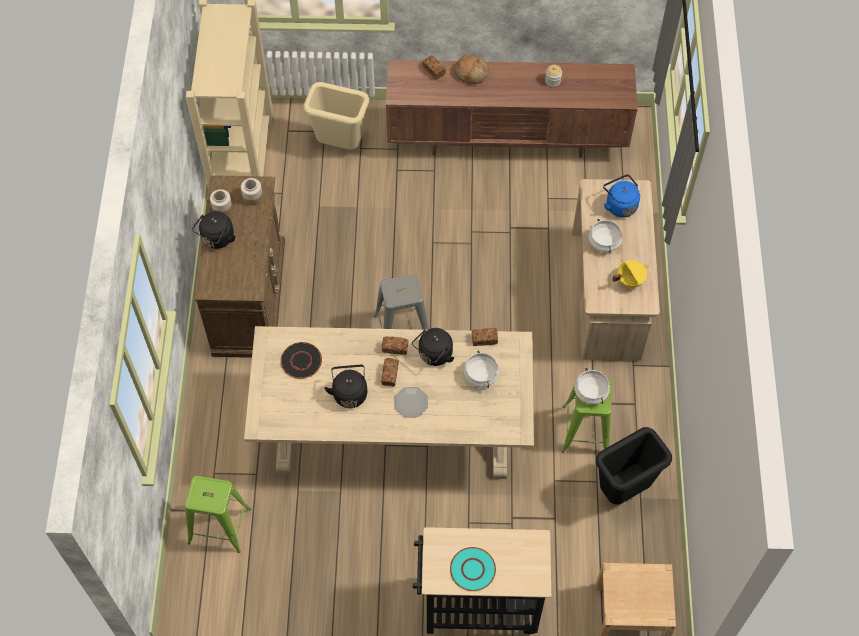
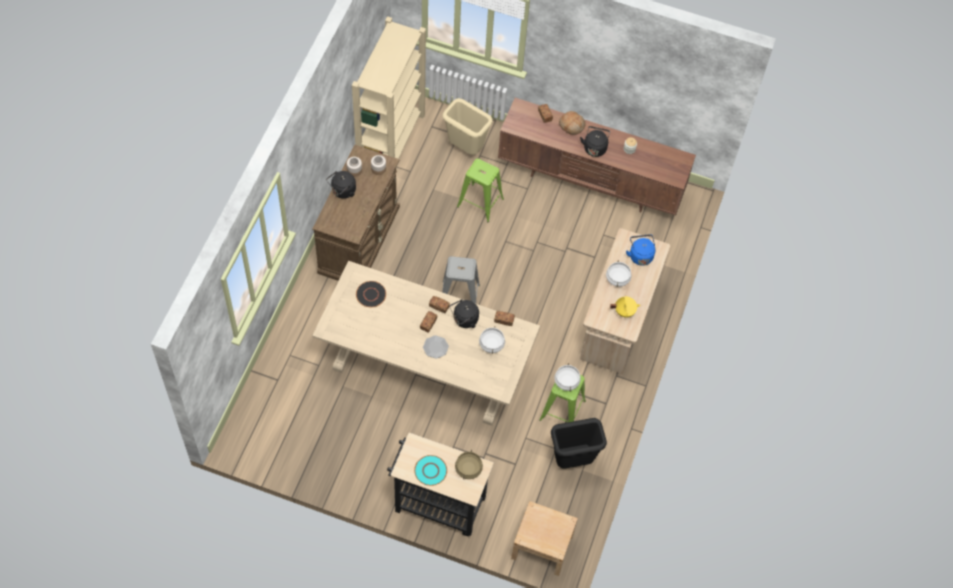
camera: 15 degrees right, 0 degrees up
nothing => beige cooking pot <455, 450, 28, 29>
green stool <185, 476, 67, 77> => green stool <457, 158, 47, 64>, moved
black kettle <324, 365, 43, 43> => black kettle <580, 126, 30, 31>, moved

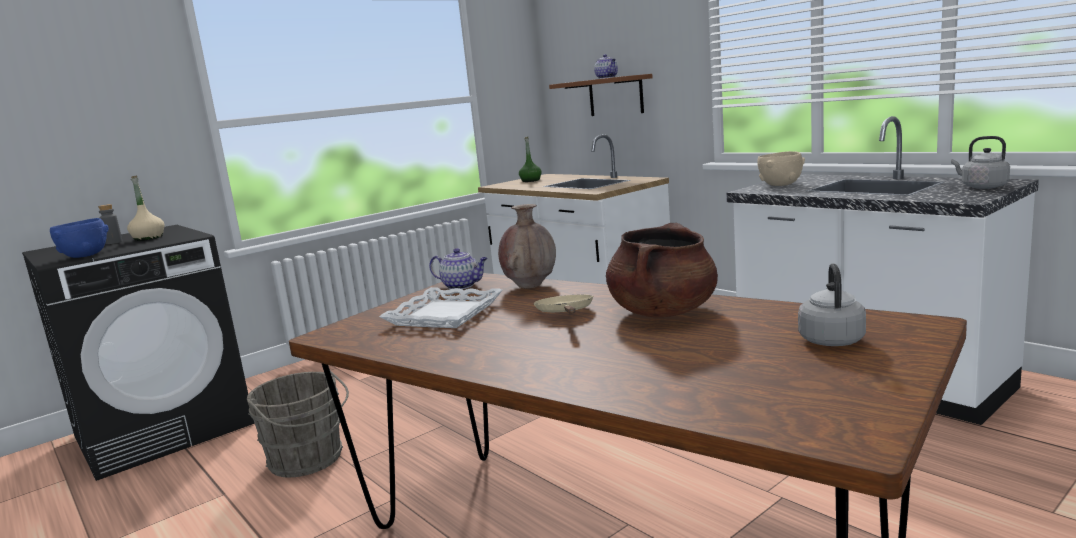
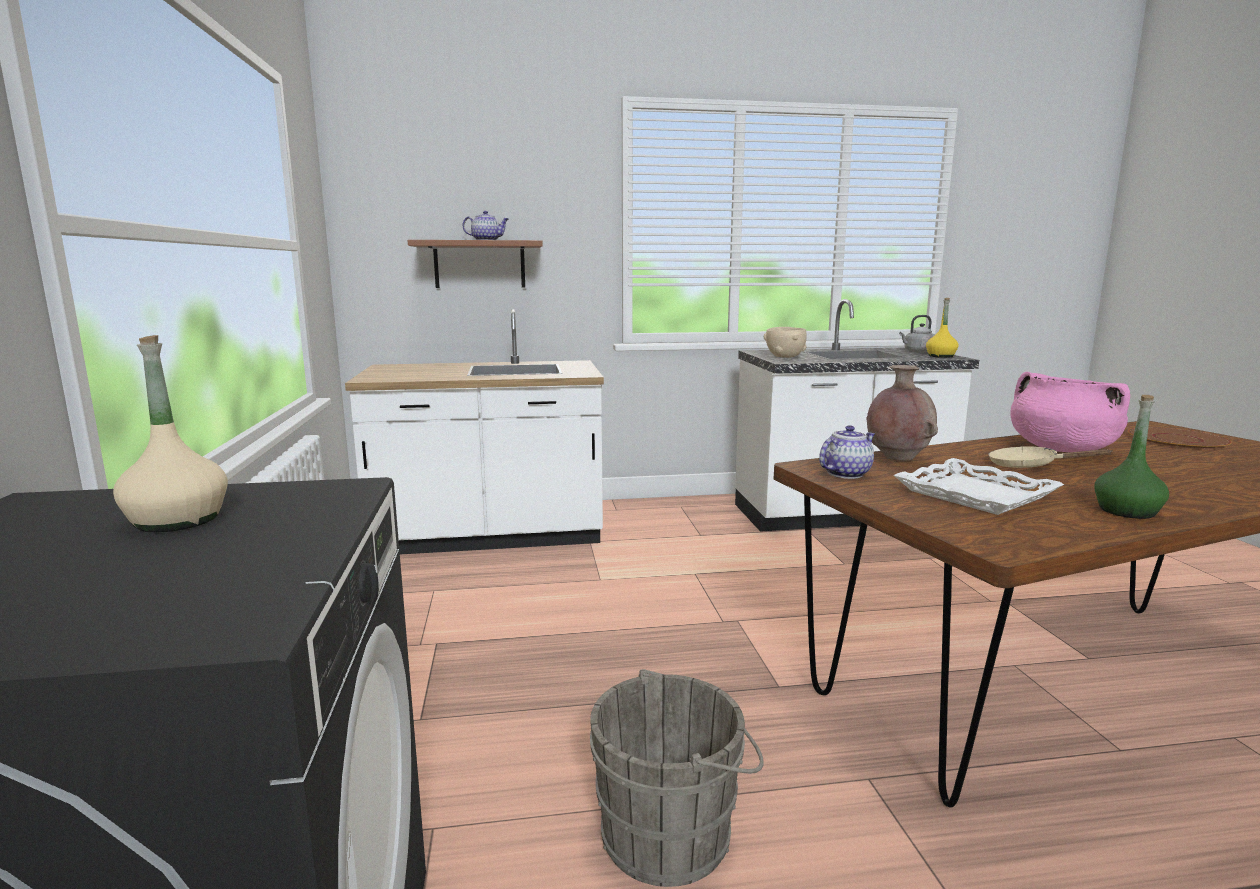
camera: 60 degrees left, 0 degrees up
nothing => yellow bottle <926, 298, 33, 60>
brown cooking pot <606, 223, 112, 94> => pink cooking pot <1010, 372, 120, 80>
green bottle <519, 137, 23, 45> => green bottle <1094, 395, 75, 124>, moved
grey kettle <798, 263, 68, 83> => brown plate <1128, 427, 104, 23>
blue bowl <50, 218, 59, 40> => nothing
grey bottle <98, 204, 24, 40> => nothing

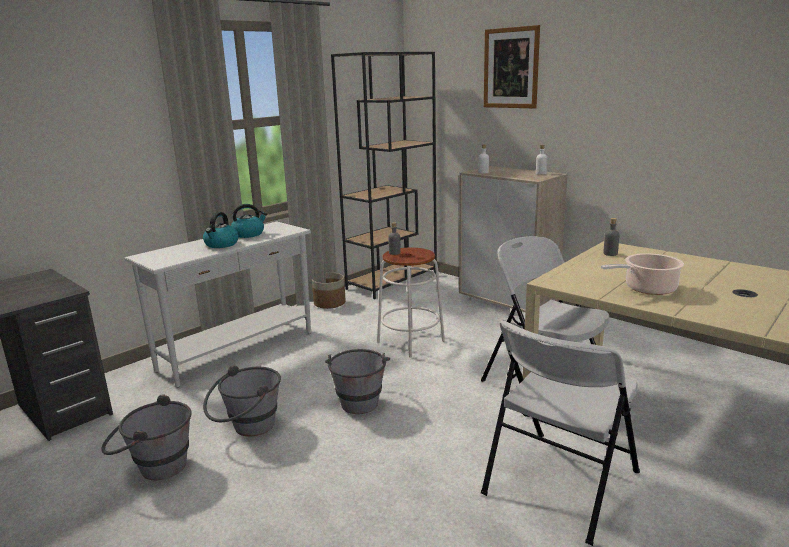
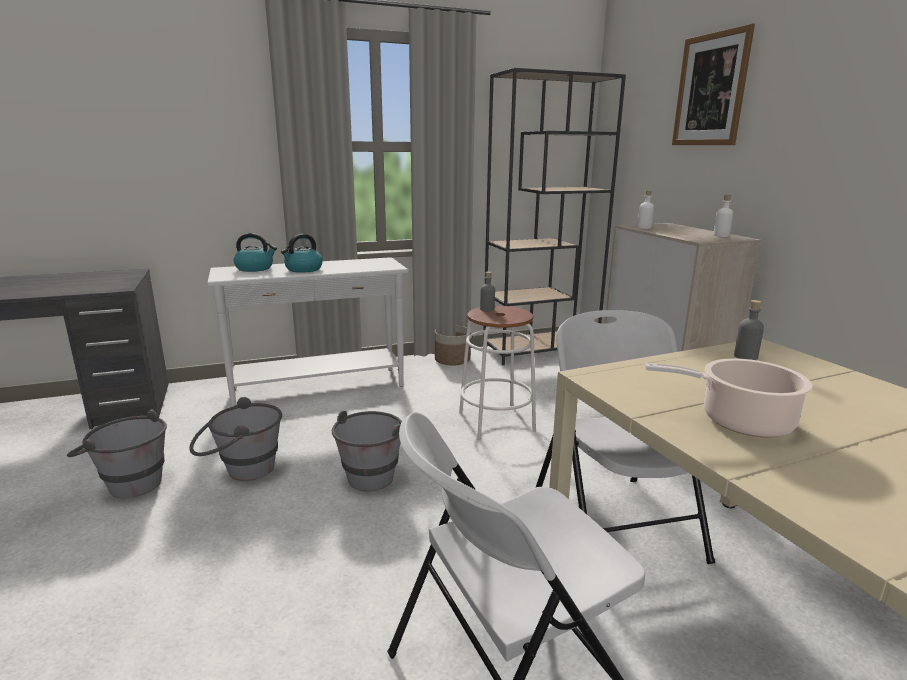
camera: 25 degrees right, 0 degrees up
kettle <231, 204, 36, 34> => kettle <234, 233, 43, 39>, moved

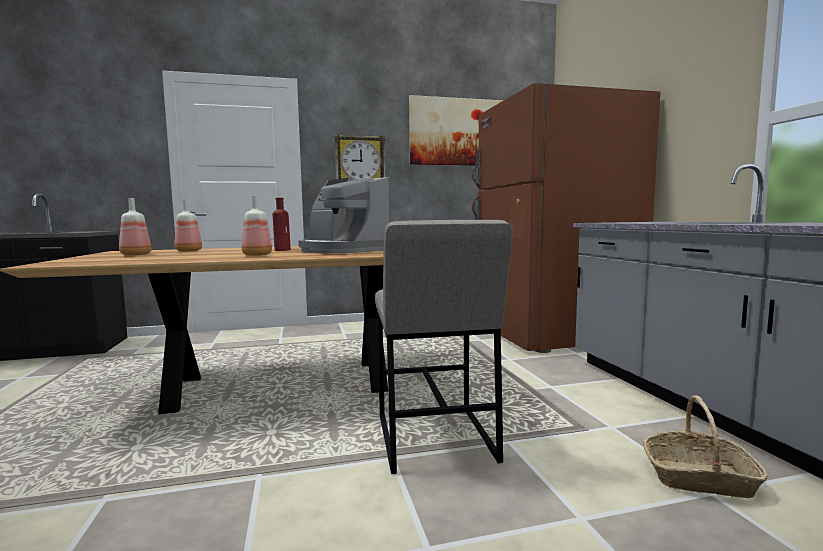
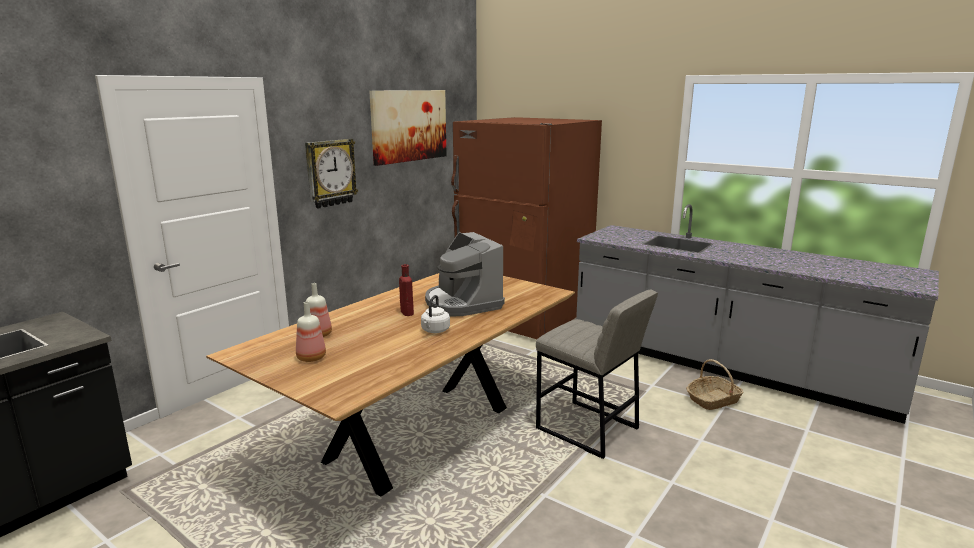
camera: 40 degrees left, 10 degrees up
bottle <242, 195, 30, 61> => white kettle <421, 295, 29, 38>
coffee machine <298, 177, 91, 77> => coffee machine <425, 232, 80, 84>, 60 degrees clockwise

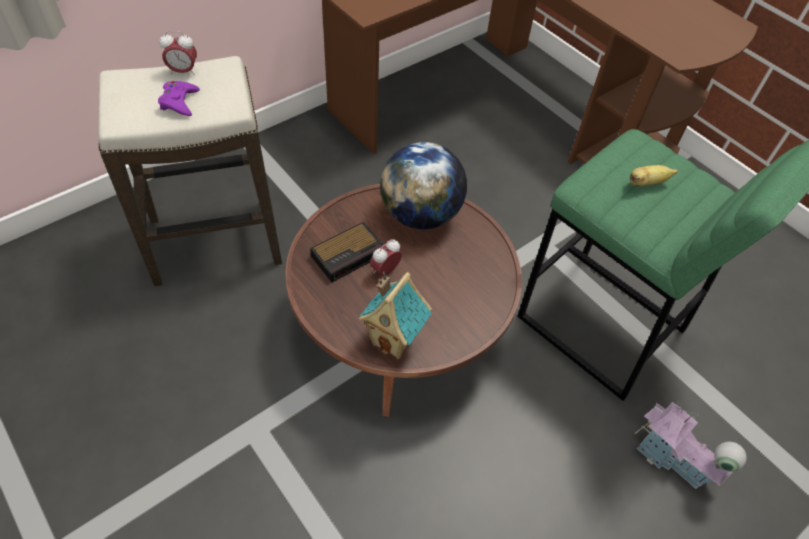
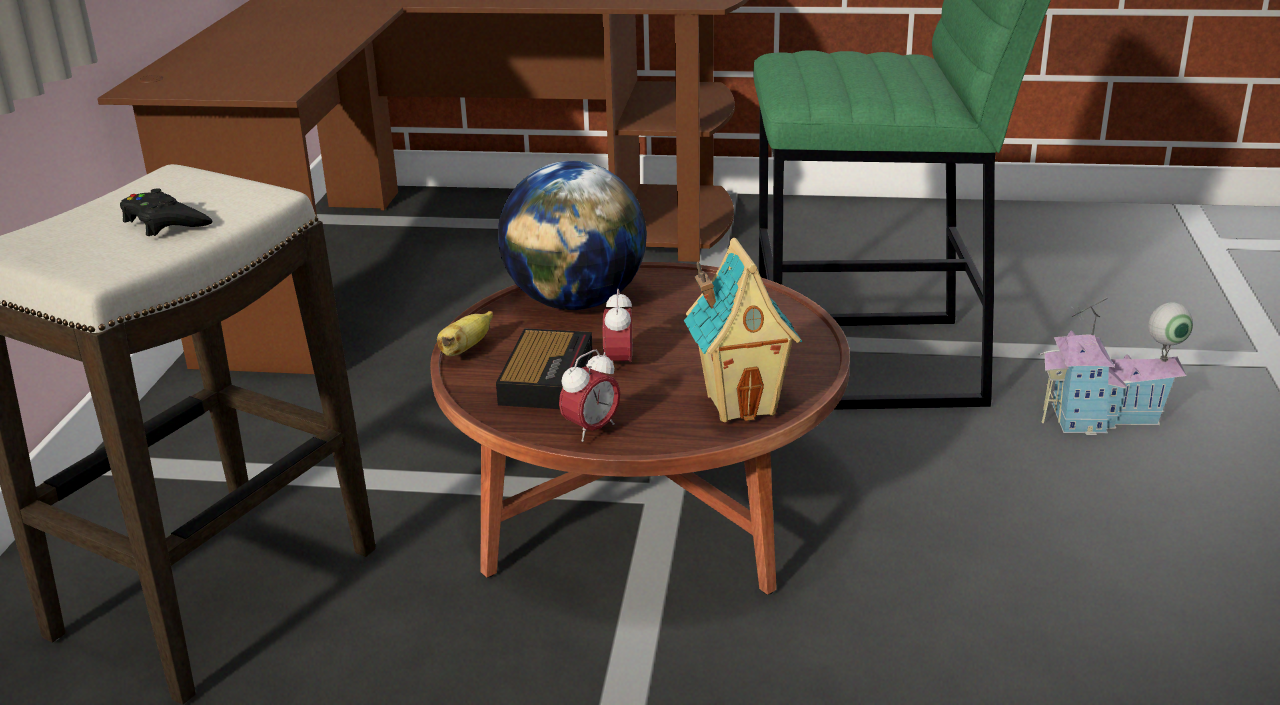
camera: 40 degrees left, 25 degrees down
purple game controller <158, 81, 42, 35> => black game controller <120, 188, 92, 48>
banana <630, 165, 48, 22> => banana <437, 311, 56, 45>, moved
alarm clock <159, 31, 38, 44> => alarm clock <559, 350, 61, 92>, moved

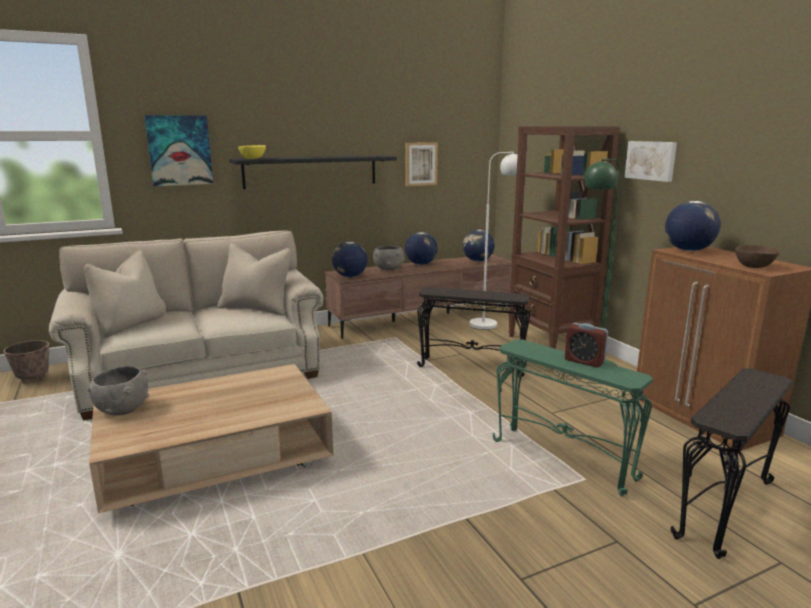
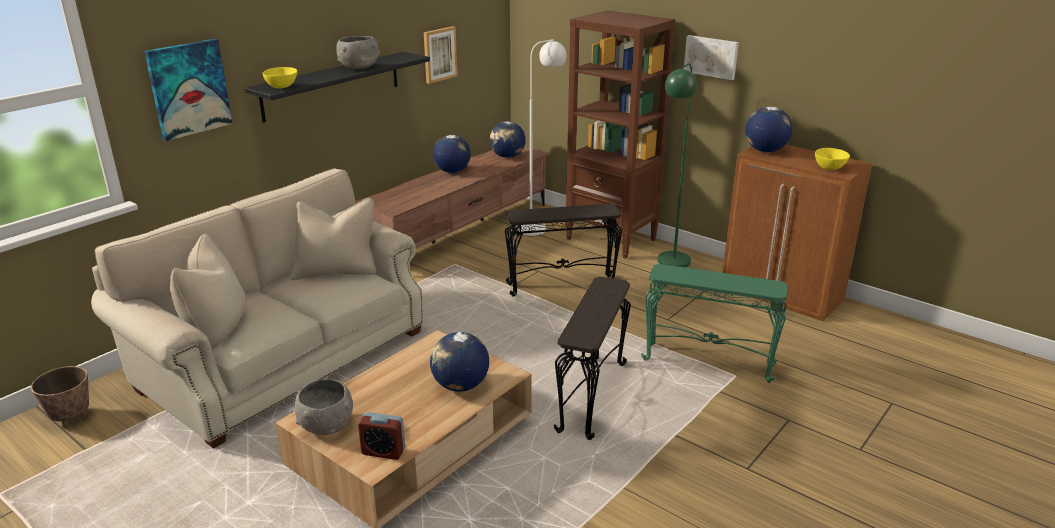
camera: 25 degrees left, 10 degrees up
grey bowl <373, 246, 32, 24> => grey bowl <336, 36, 44, 33>, moved
alarm clock <565, 323, 43, 45> => alarm clock <358, 412, 47, 48>, moved
globe <332, 242, 36, 35> => globe <430, 332, 59, 60>, moved
black side table <671, 369, 121, 190> => black side table <554, 277, 77, 163>, moved
brown bowl <735, 245, 45, 23> => yellow bowl <815, 148, 35, 22>

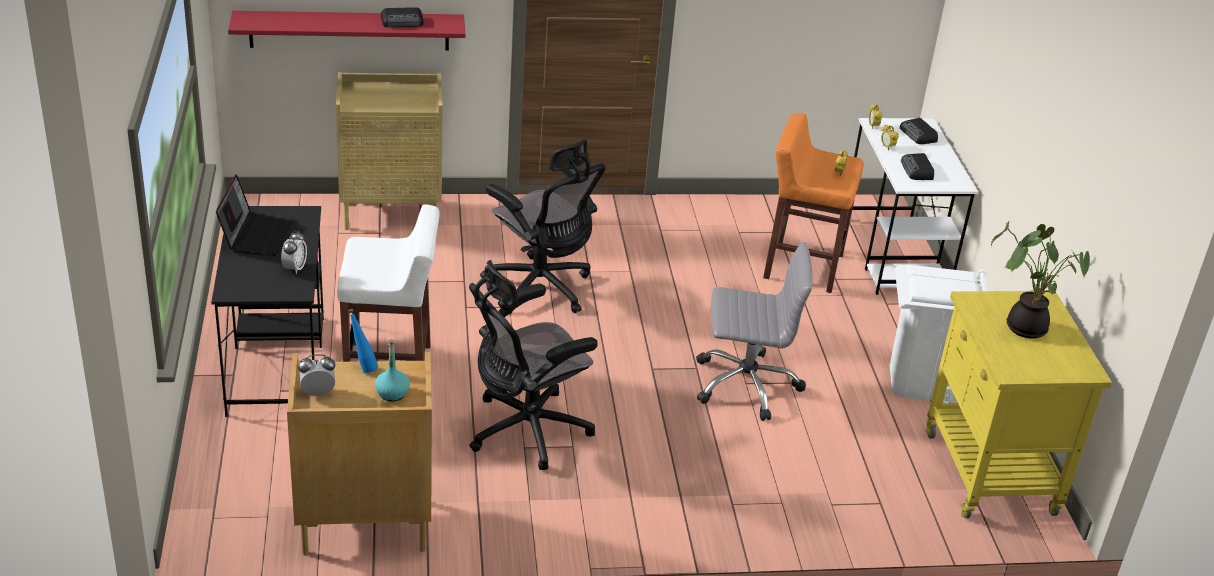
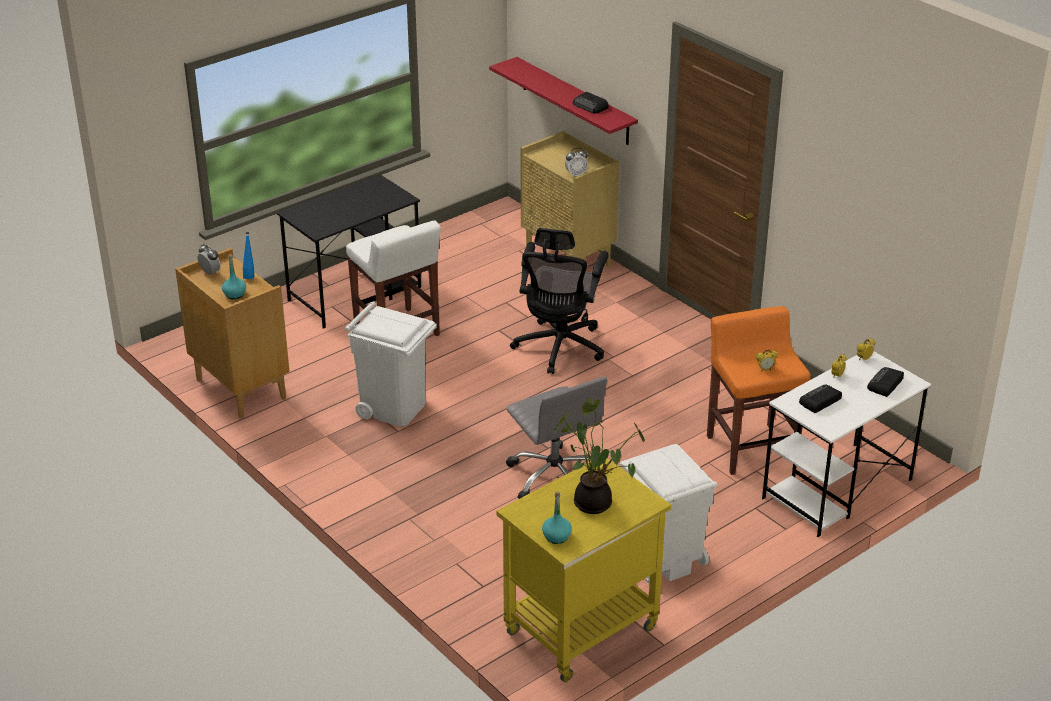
camera: 60 degrees right, 0 degrees up
office chair <469, 260, 129, 210> => white trash can <345, 302, 92, 124>
nothing => turquoise bottle <542, 492, 30, 52>
alarm clock <281, 230, 26, 44> => alarm clock <565, 148, 23, 30>, moved
laptop <216, 174, 79, 82> => nothing

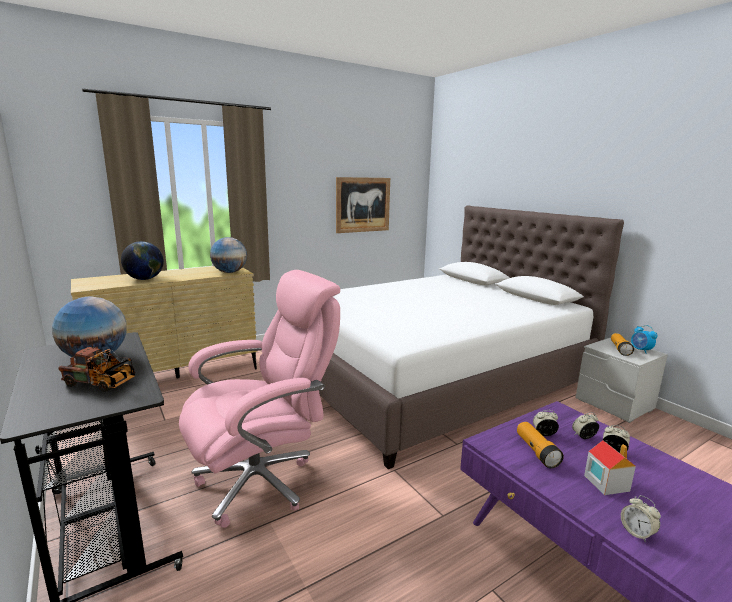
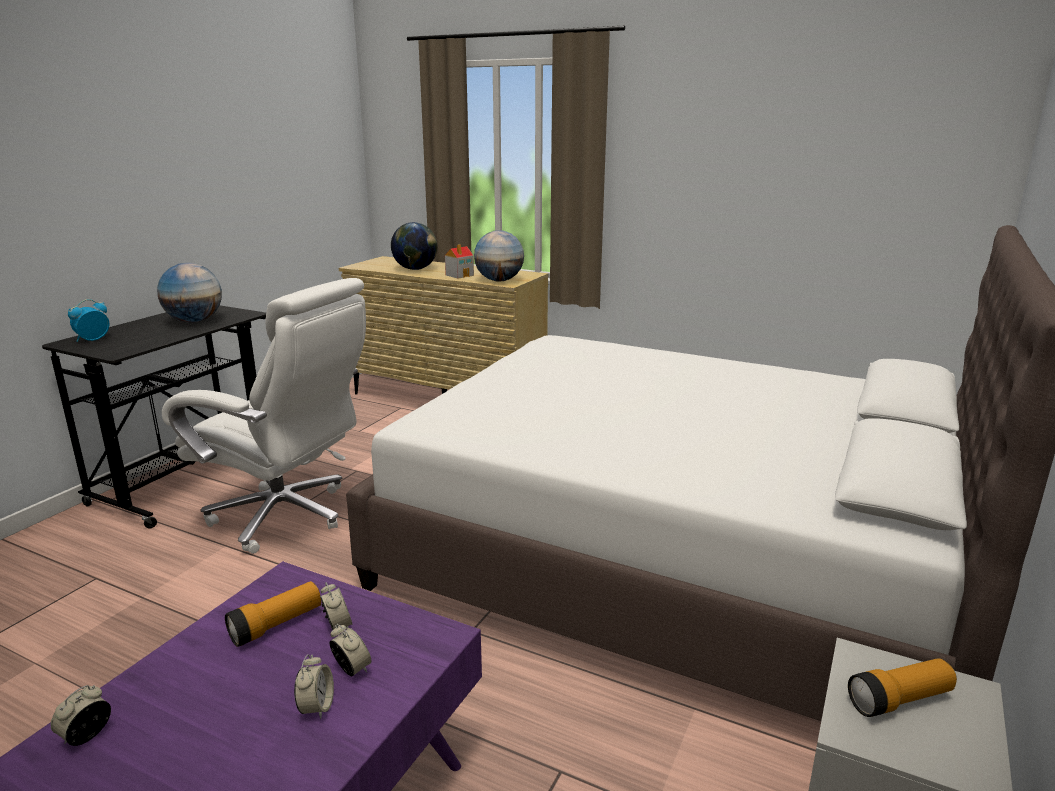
camera: 60 degrees right, 5 degrees up
alarm clock <631, 325, 26, 29> => alarm clock <68, 299, 41, 43>, moved
pink office chair <179, 270, 161, 258> => white office chair <162, 278, 204, 276>
toy house <584, 440, 52, 55> => toy house <445, 244, 29, 35>, moved
toy truck <58, 347, 77, 45> => nothing
picture <336, 177, 54, 56> => nothing

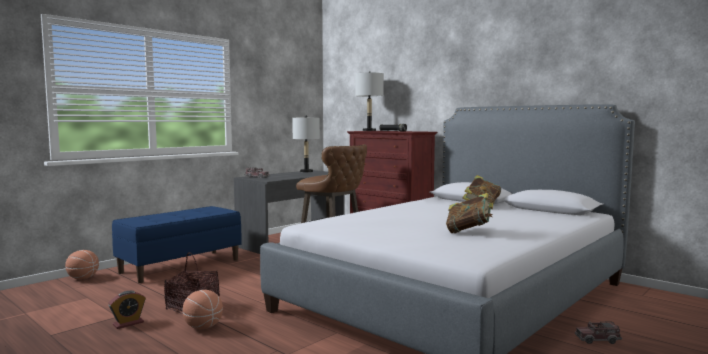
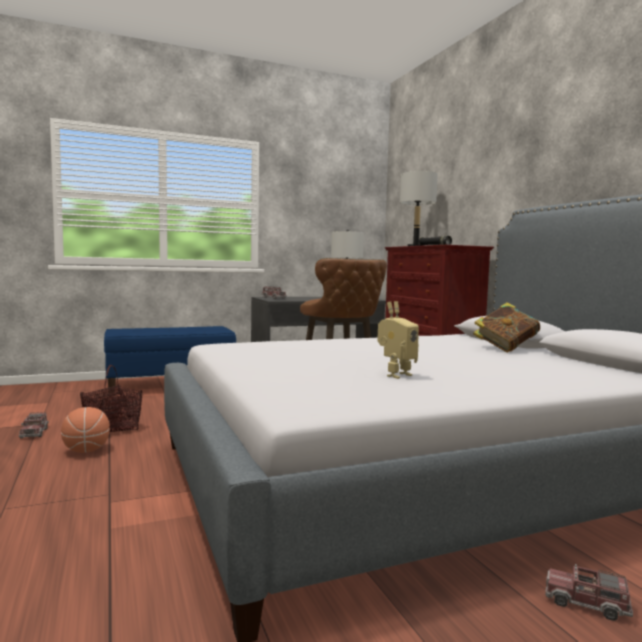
camera: 25 degrees right, 0 degrees up
alarm clock <108, 291, 38, 38> => toy truck <19, 412, 30, 26>
book <446, 193, 47, 40> => toy robot <377, 301, 42, 78>
basketball <65, 250, 34, 29> => nothing

